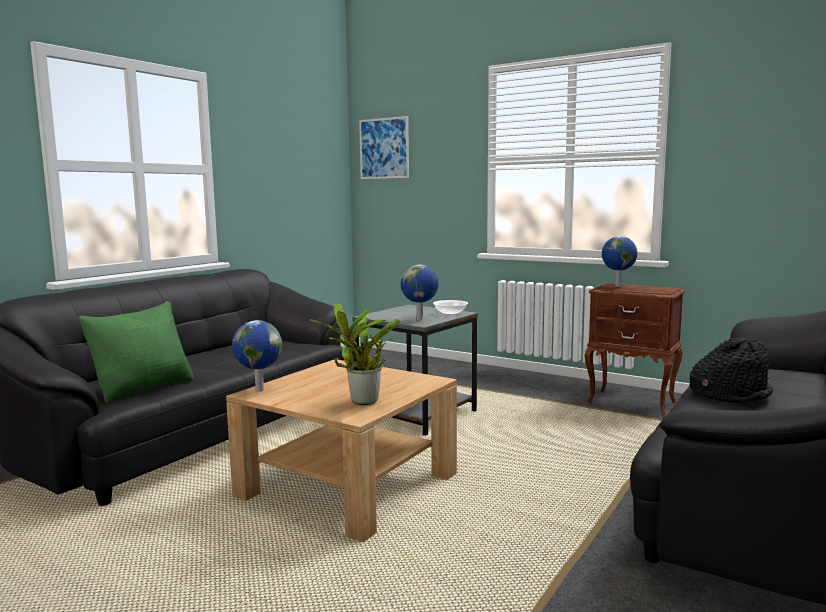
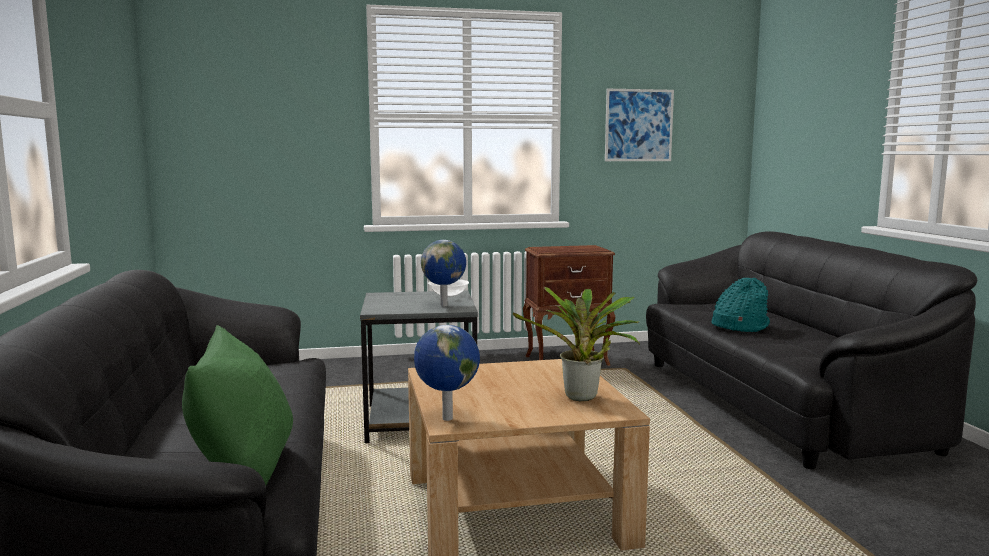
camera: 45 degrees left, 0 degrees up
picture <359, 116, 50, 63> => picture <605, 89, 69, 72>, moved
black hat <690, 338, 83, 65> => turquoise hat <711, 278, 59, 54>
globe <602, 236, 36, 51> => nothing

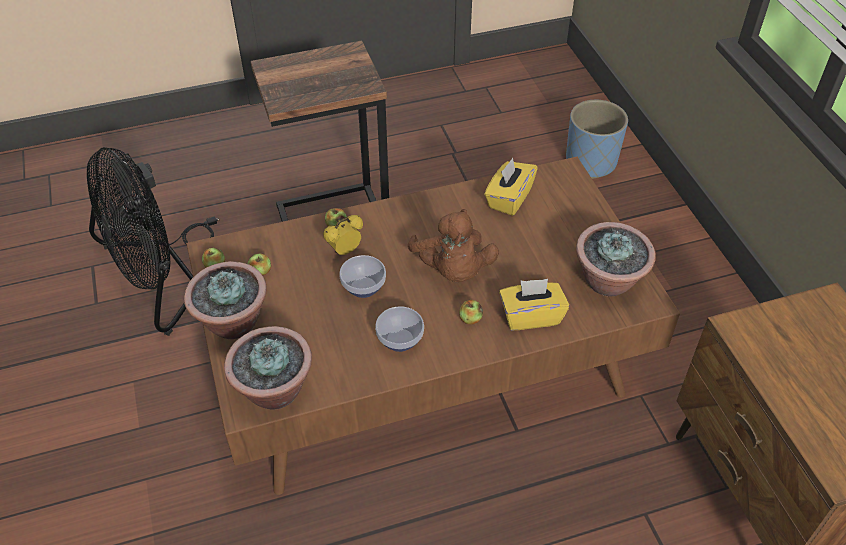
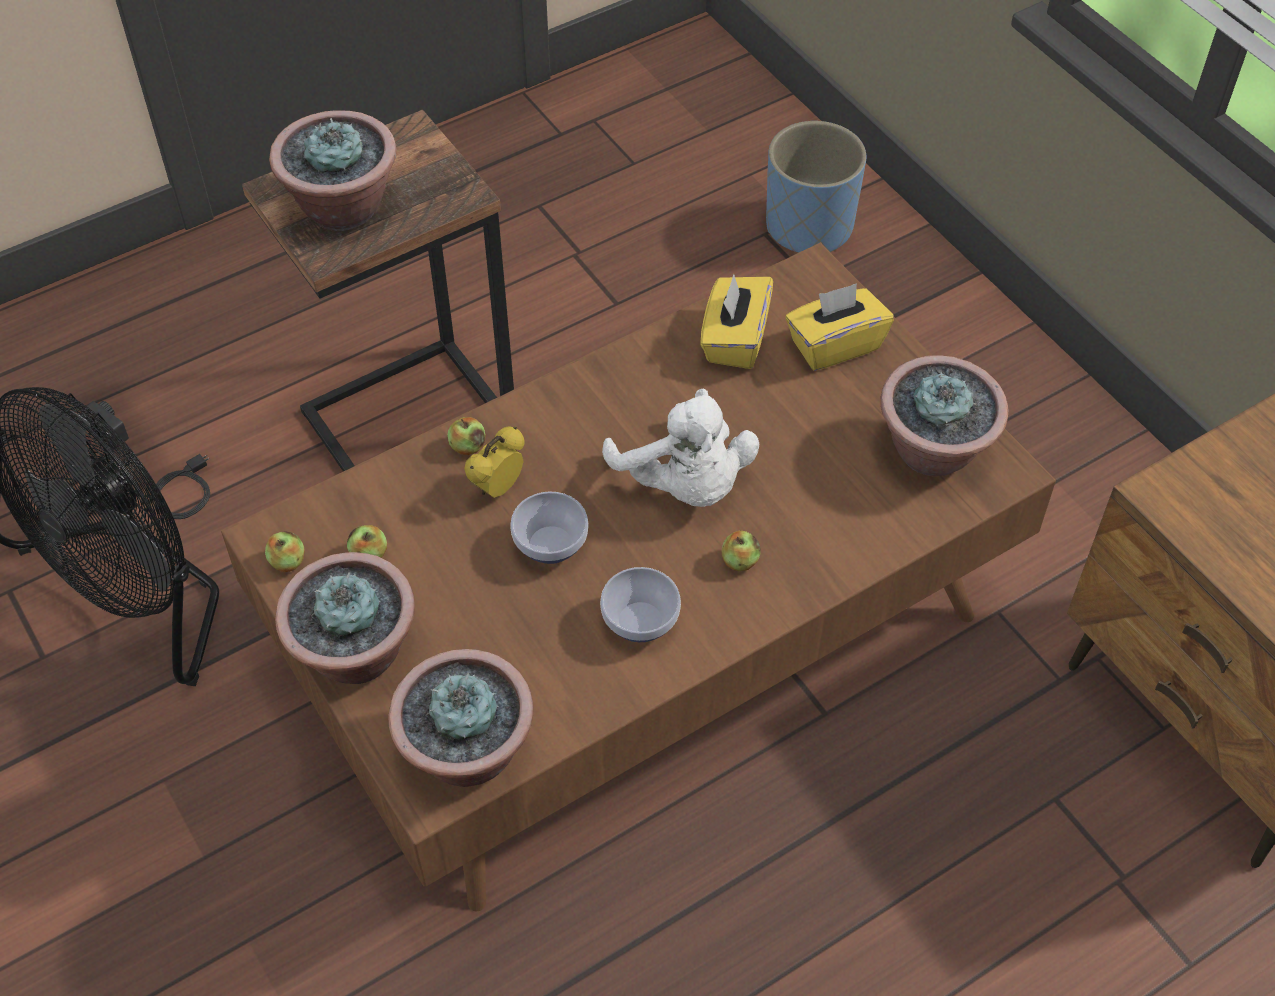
camera: 15 degrees left, 5 degrees up
nothing => potted plant <269, 111, 128, 120>
brown plush toy <408, 209, 91, 73> => white plush toy <602, 389, 157, 118>
yellow tissue box <499, 279, 70, 51> => yellow tissue box <785, 283, 109, 88>, moved

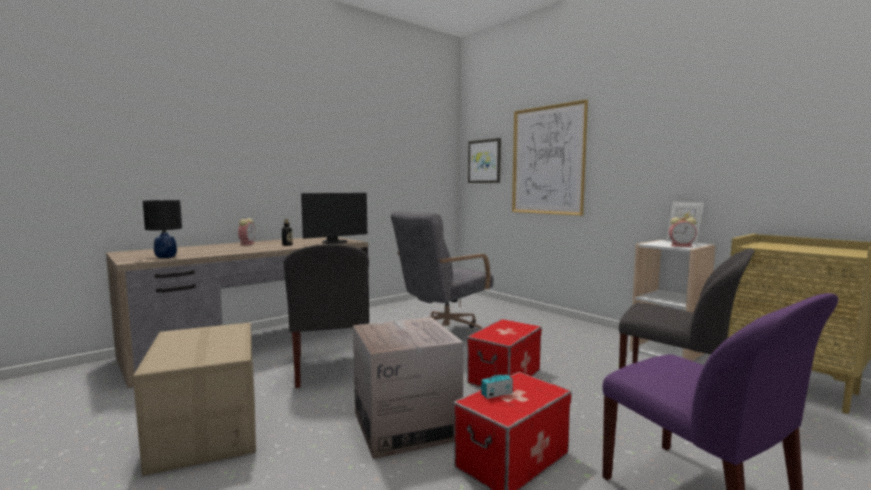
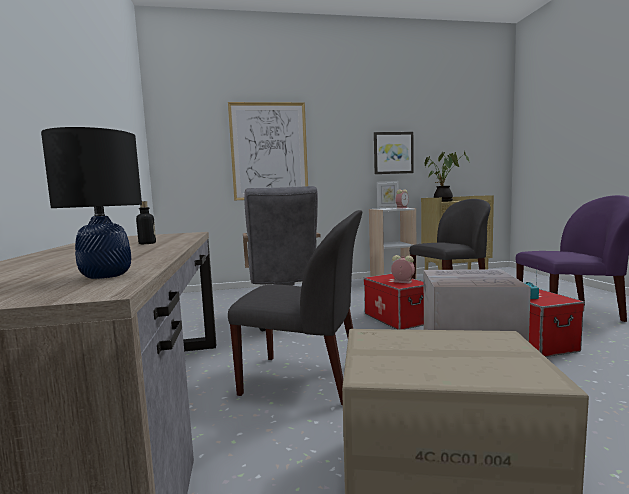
camera: 60 degrees left, 0 degrees up
picture <468, 138, 33, 45> => picture <374, 132, 40, 42>, moved
alarm clock <238, 218, 17, 27> => alarm clock <391, 255, 24, 29>, moved
nothing => potted plant <424, 151, 45, 51>
monitor <301, 193, 66, 51> => nothing

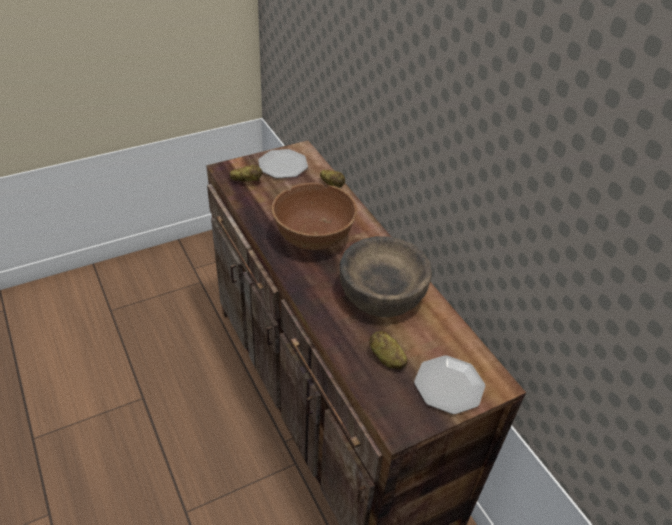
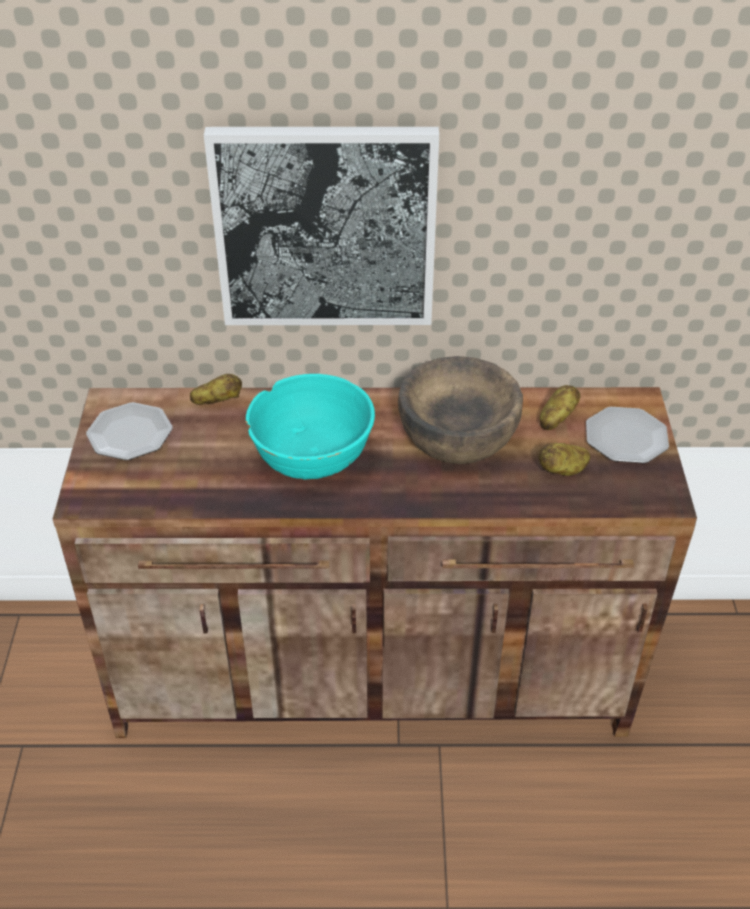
camera: 60 degrees left, 0 degrees up
nothing => picture <204, 127, 235, 198>
brown bowl <271, 183, 86, 67> => turquoise bowl <245, 374, 130, 106>
potato <229, 165, 33, 17> => potato <540, 385, 41, 45>, moved

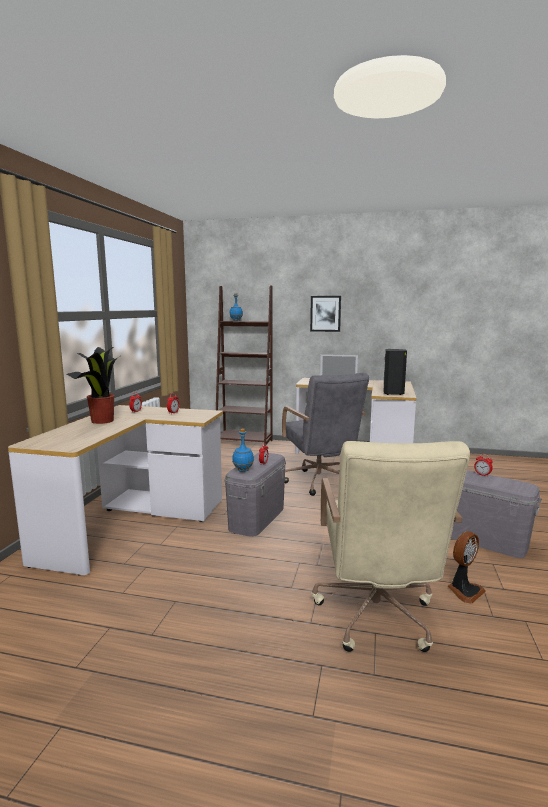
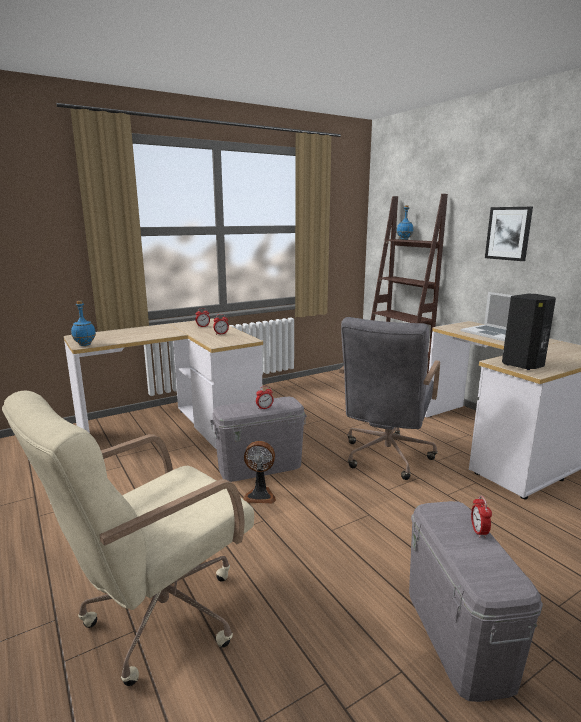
camera: 45 degrees right, 5 degrees up
blue bottle <232, 429, 22, 43> => blue bottle <71, 301, 25, 45>, moved
fan <448, 531, 38, 73> => fan <243, 441, 33, 63>, moved
potted plant <67, 347, 55, 77> => nothing

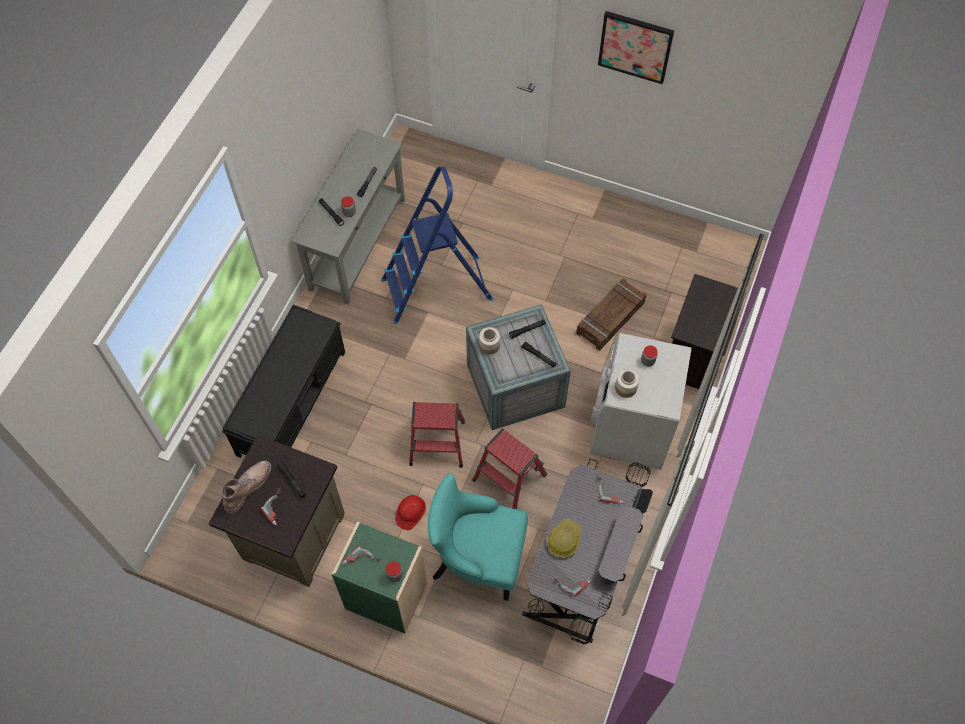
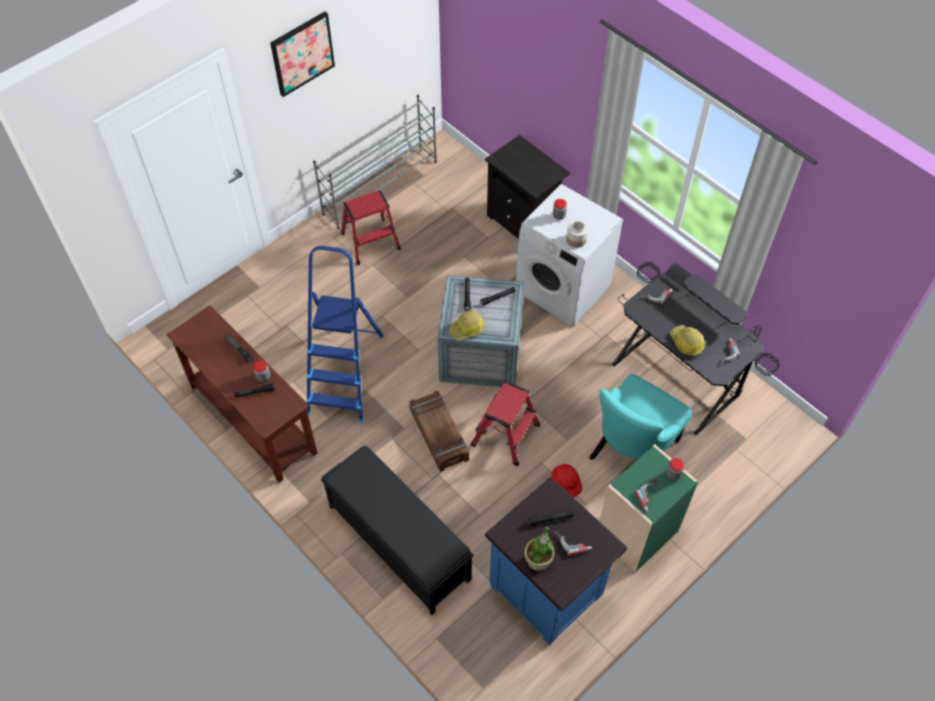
camera: 65 degrees left, 5 degrees down
grey console table <292, 129, 113, 176> => brown console table <166, 305, 151, 178>
nothing => grey shoe rack <313, 95, 124, 134>
red step ladder <472, 428, 75, 81> => red step ladder <341, 190, 60, 75>, moved
crate <576, 279, 70, 72> => crate <409, 391, 60, 81>, moved
jar <479, 327, 21, 28> => hard hat <449, 311, 36, 29>
beige cabinet <208, 435, 136, 152> => blue cabinet <485, 477, 143, 168>
brown boot <222, 461, 50, 52> => potted plant <525, 526, 29, 45>

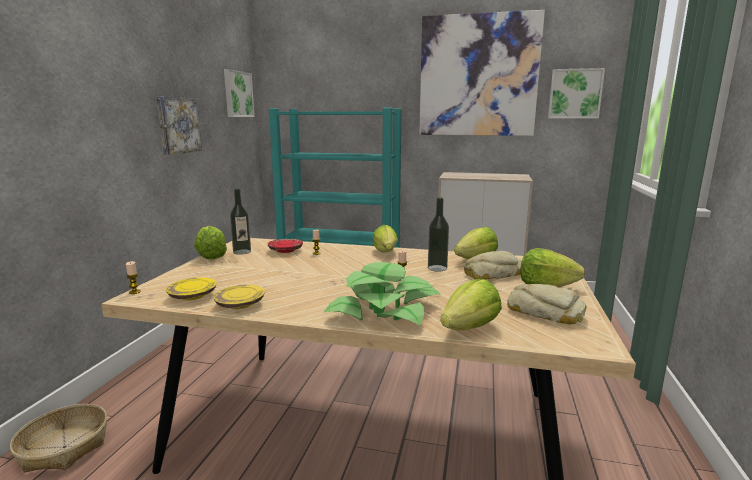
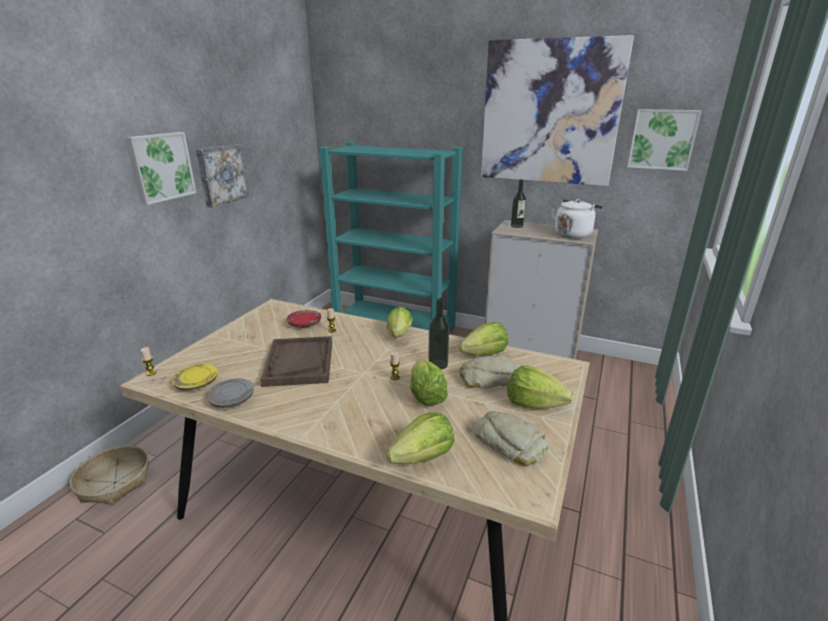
camera: 10 degrees right, 10 degrees up
picture <224, 69, 31, 48> => picture <125, 132, 71, 73>, moved
yellow plate <213, 285, 52, 24> => grey plate <206, 378, 48, 30>
nothing => brown tray <260, 336, 72, 51>
lettuce <194, 226, 33, 34> => lettuce <410, 359, 38, 47>, moved
bottle <230, 189, 21, 66> => bottle <511, 179, 15, 49>, moved
nothing => white kettle <551, 199, 52, 40>
potted plant <324, 262, 117, 63> => nothing

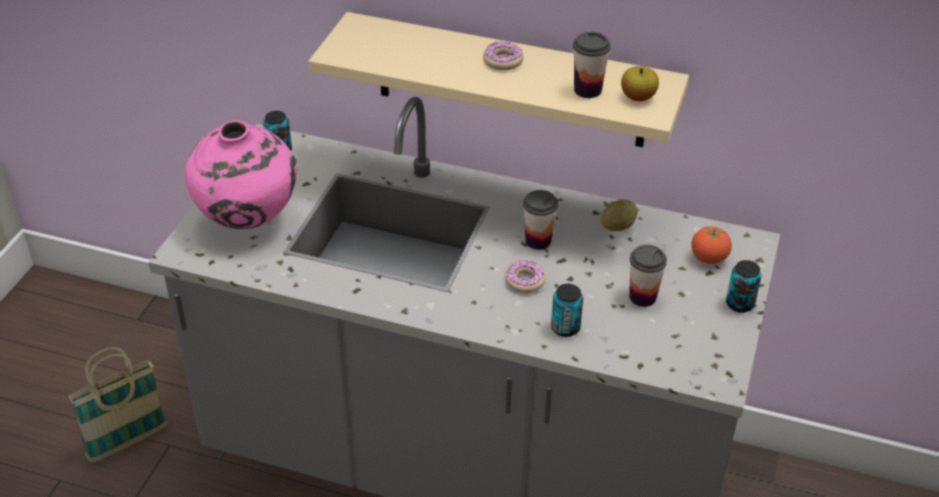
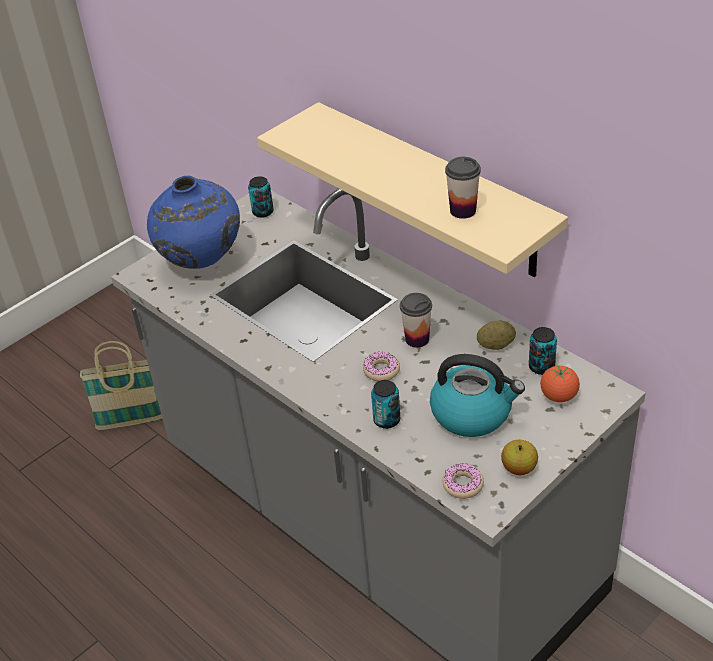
camera: 30 degrees right, 0 degrees up
pink vase <185, 120, 113, 109> => blue vase <147, 176, 93, 93>
cup <629, 245, 38, 62> => kettle <430, 354, 95, 83>
donut <483, 41, 41, 29> => donut <442, 463, 42, 36>, moved
apple <621, 66, 38, 35> => apple <501, 440, 37, 35>, moved
can <726, 260, 35, 53> => can <529, 327, 28, 48>, moved

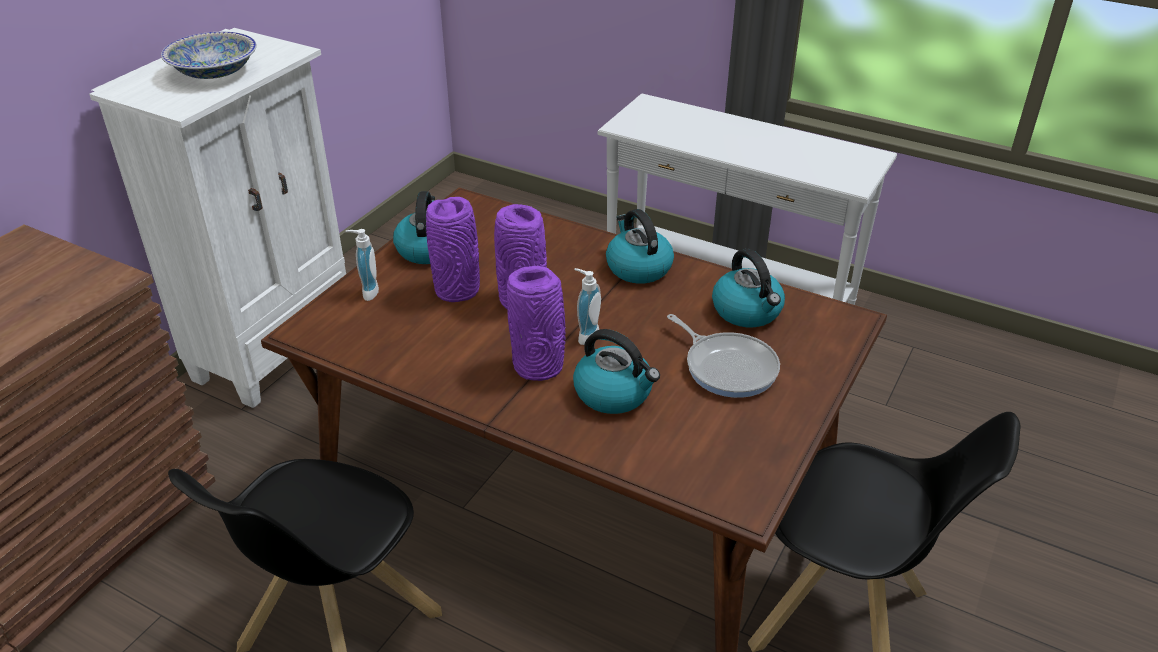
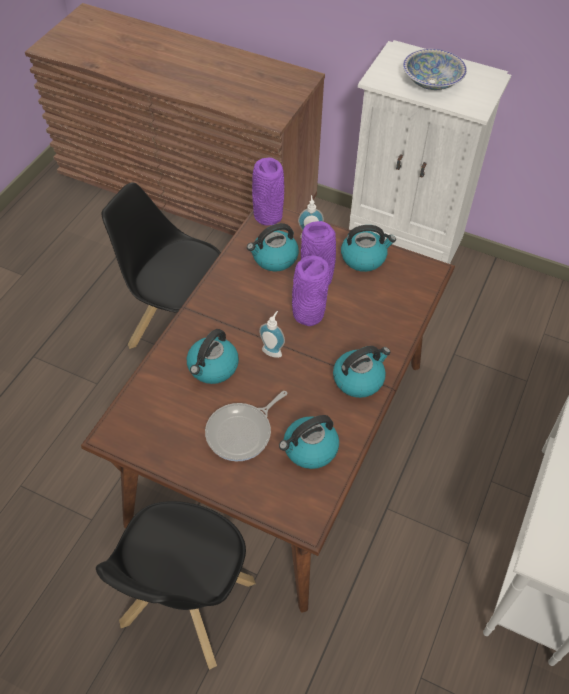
camera: 85 degrees right, 15 degrees up
nothing => kettle <247, 223, 52, 48>
purple vase <507, 266, 59, 115> => purple vase <252, 158, 32, 67>, moved

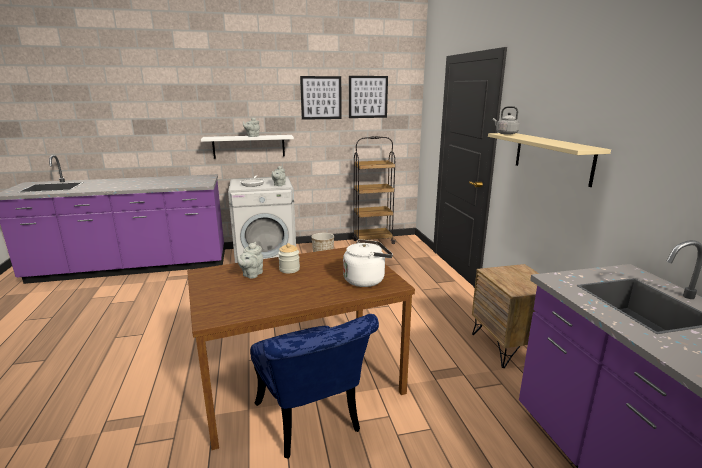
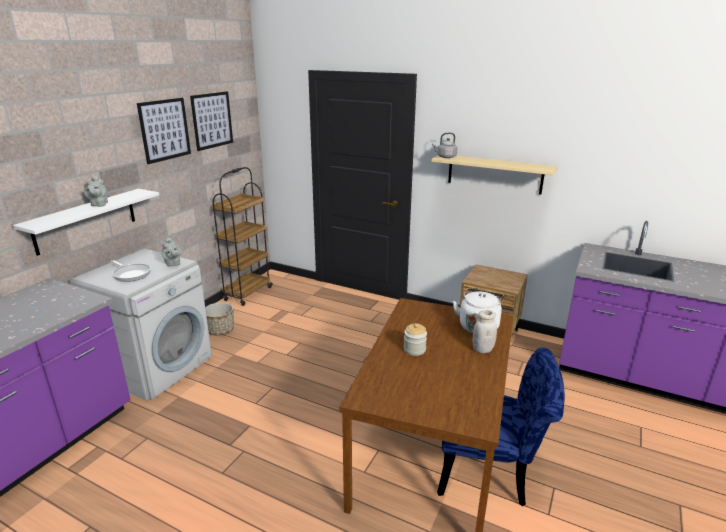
camera: 50 degrees left, 5 degrees up
nothing => white jar <472, 310, 25, 43>
grey teapot <237, 242, 26, 37> => nothing

